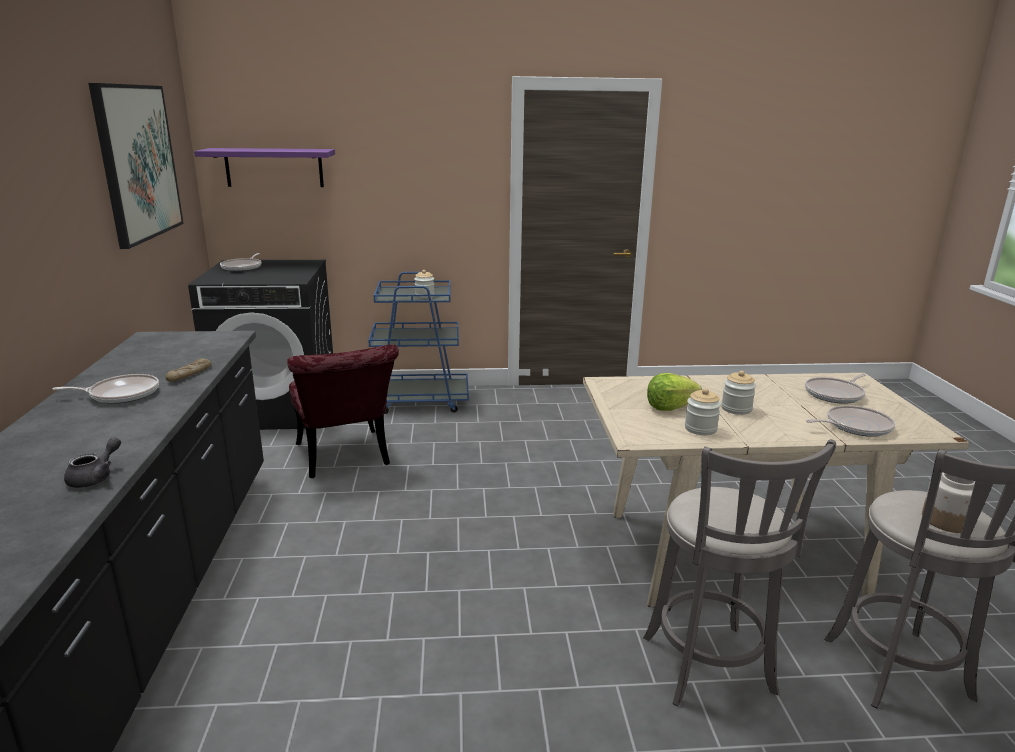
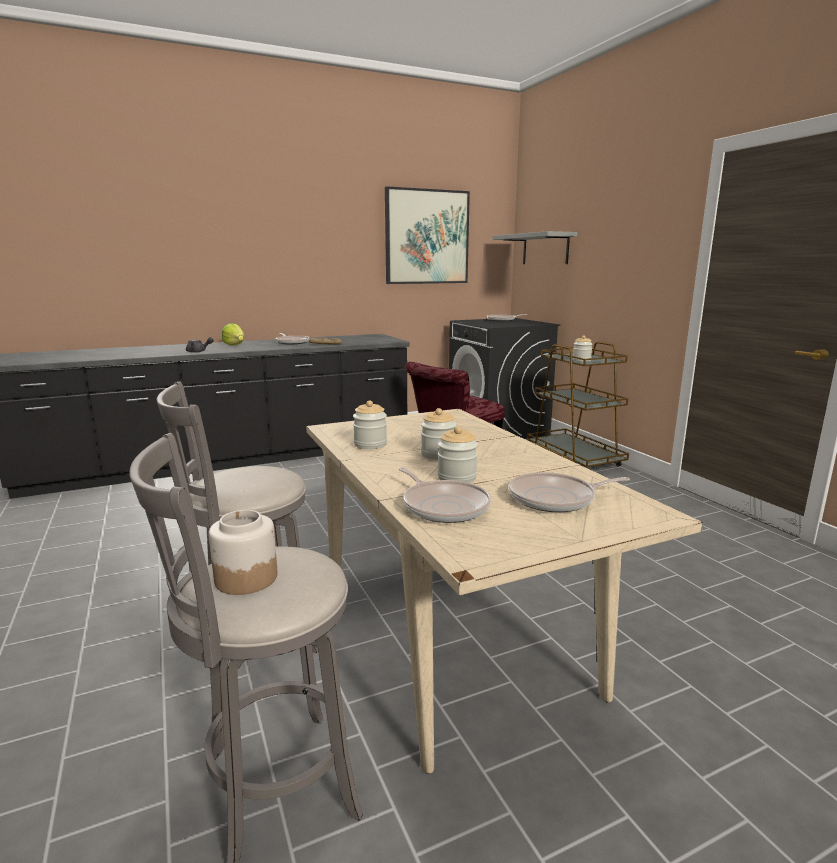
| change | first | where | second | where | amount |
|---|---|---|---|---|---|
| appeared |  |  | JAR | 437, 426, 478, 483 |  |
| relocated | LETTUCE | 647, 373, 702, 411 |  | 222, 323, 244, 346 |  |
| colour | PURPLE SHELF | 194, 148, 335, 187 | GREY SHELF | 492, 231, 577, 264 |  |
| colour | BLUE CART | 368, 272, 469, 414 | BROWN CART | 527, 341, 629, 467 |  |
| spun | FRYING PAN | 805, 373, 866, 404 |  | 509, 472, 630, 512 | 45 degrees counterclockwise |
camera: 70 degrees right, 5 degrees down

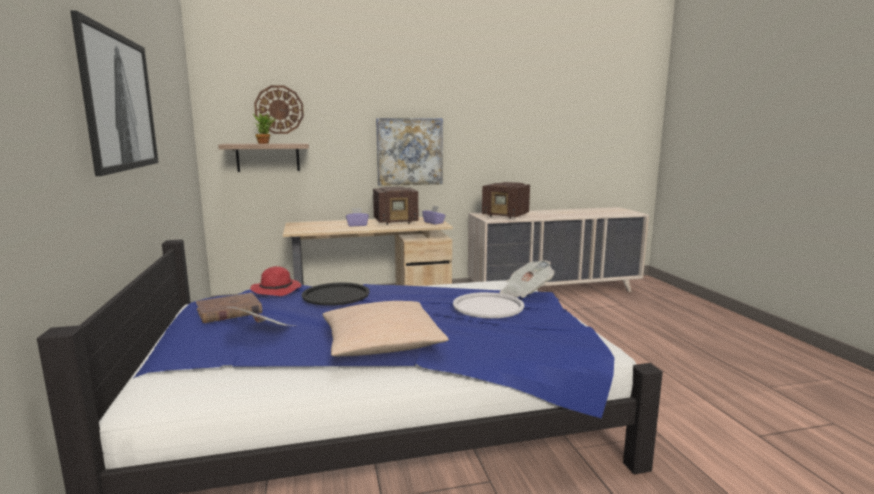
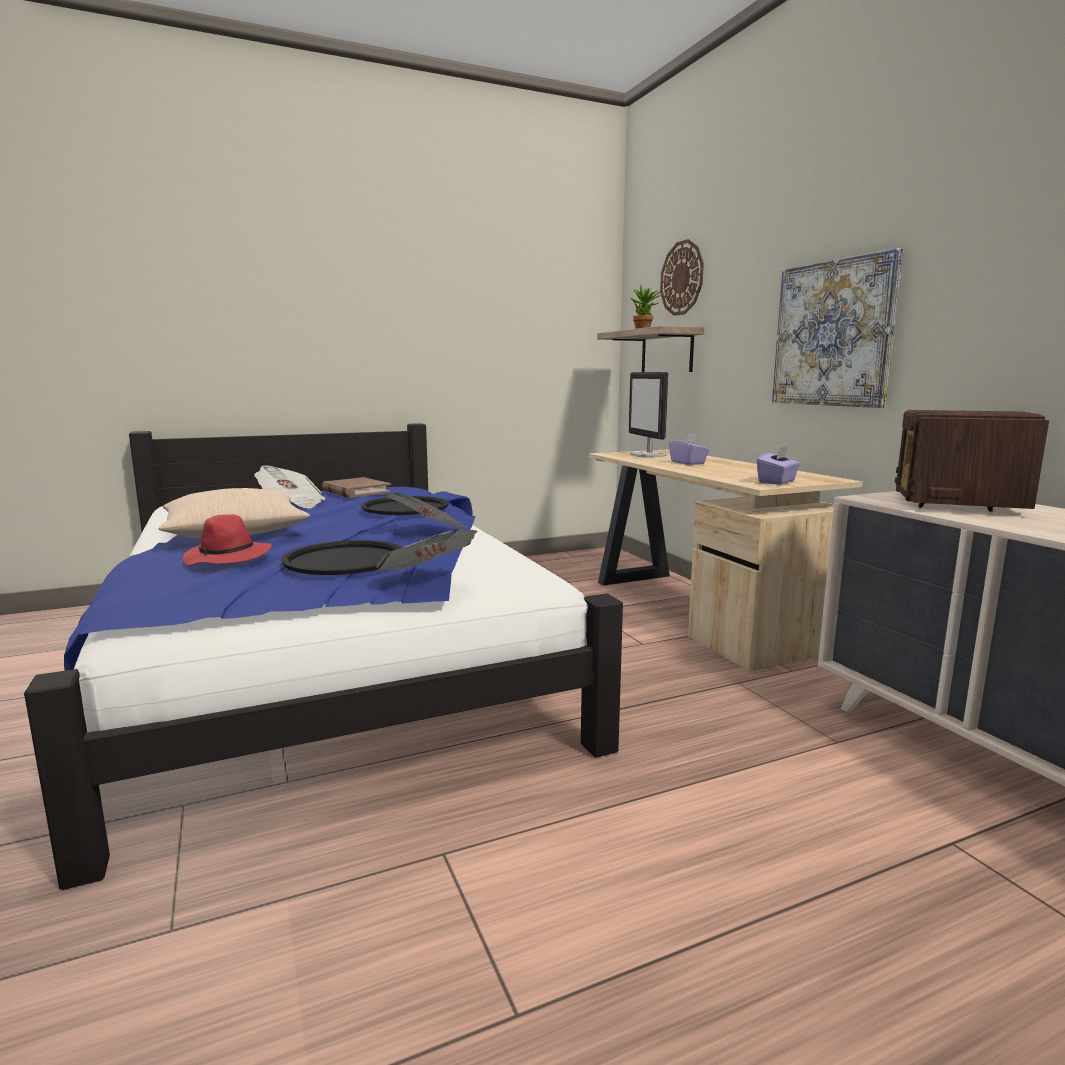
| change | first | where | second | where | amount |
|---|---|---|---|---|---|
| missing | PICTURE | 70, 10, 159, 176 |  |  |  |
| missing | RADIO | 373, 186, 418, 225 |  |  |  |
| appeared |  |  | NEWSPAPER | 387, 493, 468, 527 |  |
| appeared |  |  | MONITOR | 629, 372, 668, 457 |  |
| relocated | RED HAT | 251, 266, 301, 296 |  | 183, 514, 272, 565 |  |
| colour | WHITE TRAY | 453, 292, 524, 318 | BLACK TRAY | 281, 540, 403, 575 |  |
camera: 80 degrees right, 0 degrees up

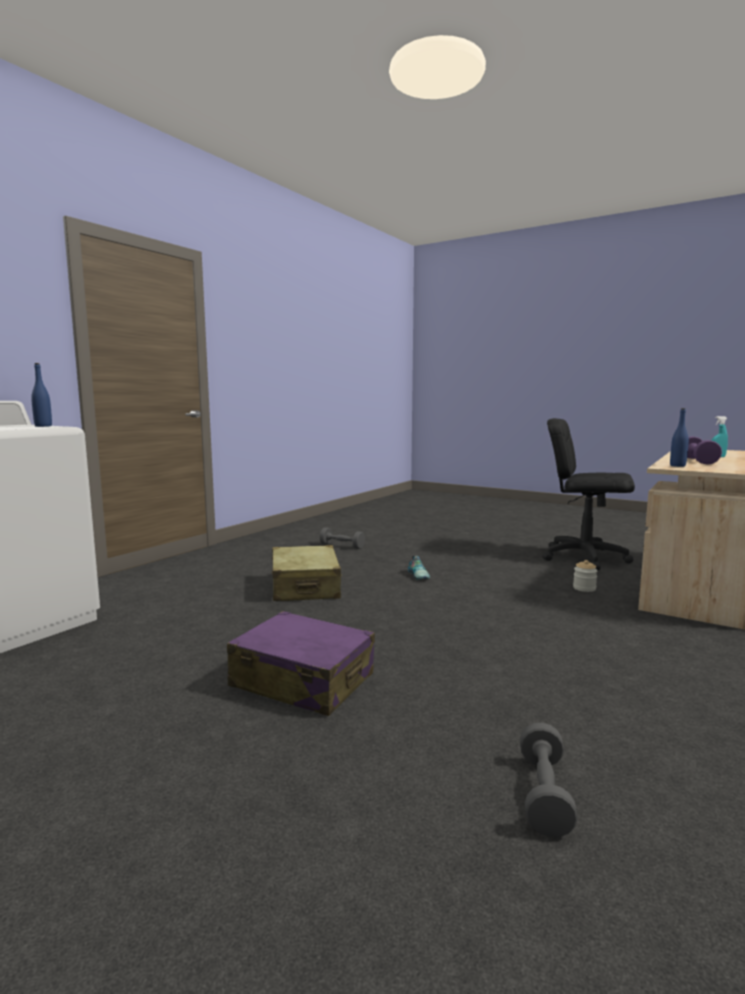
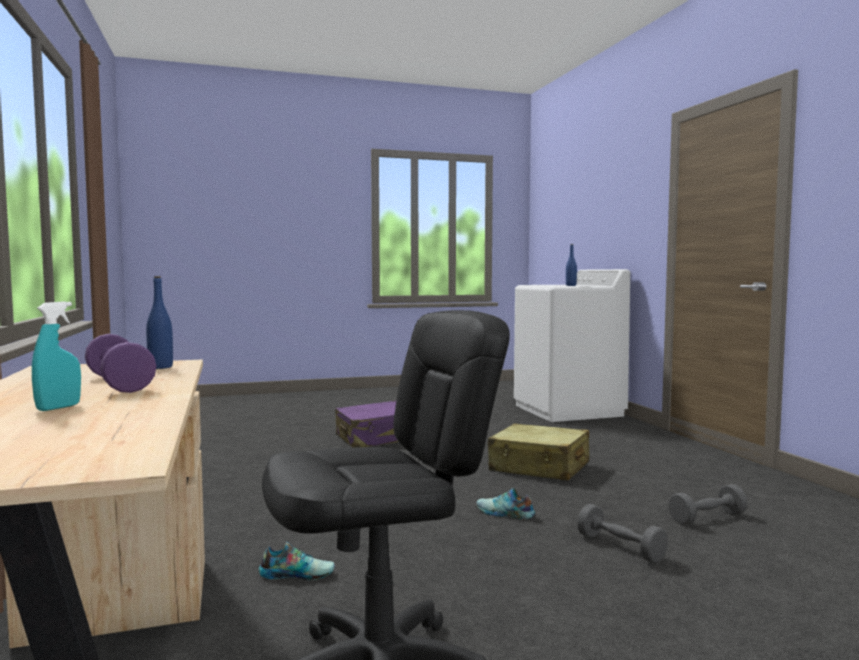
| change | first | where | second | where | amount |
|---|---|---|---|---|---|
| relocated | GREY DUMBBELL | 520, 723, 578, 837 |  | 577, 504, 668, 563 |  |
| exchanged | JAR | 573, 560, 598, 592 | SHOE | 259, 542, 335, 580 |  |
camera: 130 degrees right, 5 degrees down

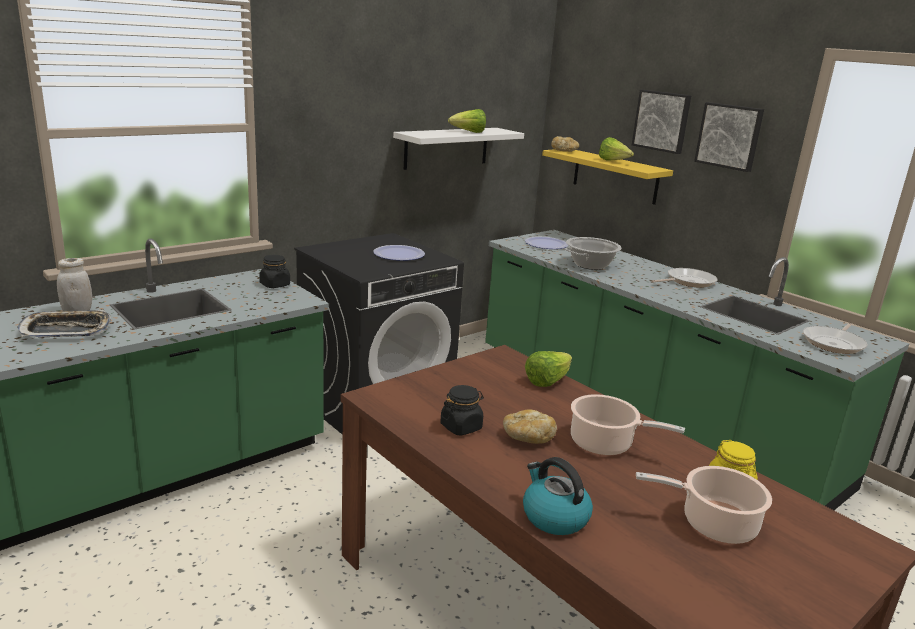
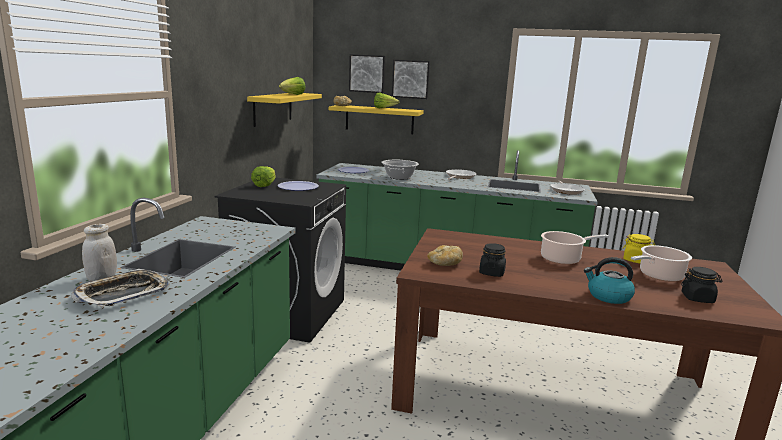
| change | first | where | second | where | amount |
|---|---|---|---|---|---|
| relocated | BLACK JAR | 259, 255, 290, 288 |  | 681, 267, 722, 303 |  |
| relocated | BREAD | 503, 410, 557, 444 |  | 427, 245, 463, 266 |  |
| relocated | LETTUCE | 525, 351, 572, 387 |  | 251, 166, 275, 187 |  |
| relocated | PICTURE | 694, 102, 764, 172 |  | 349, 54, 386, 93 |  |
| colour | WHITE SHELF | 393, 128, 524, 170 | YELLOW SHELF | 247, 93, 322, 127 |  |
camera: 35 degrees left, 5 degrees down

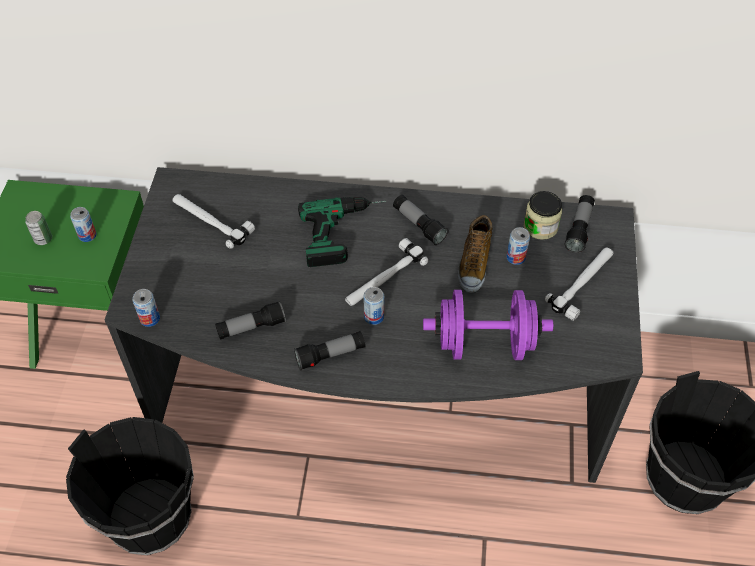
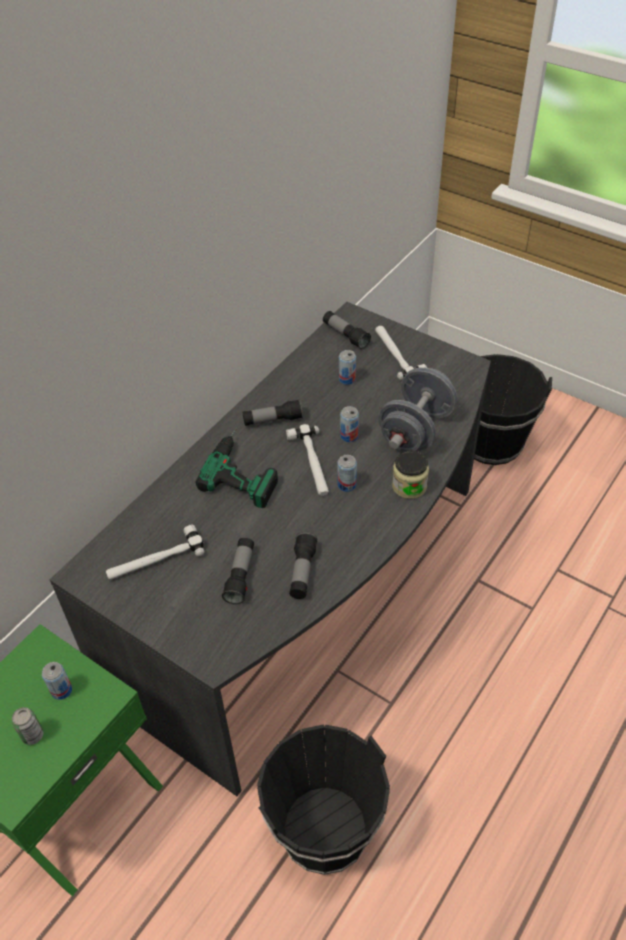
| change | first | where | second | where | amount |
|---|---|---|---|---|---|
| missing | SHOE | 457, 215, 493, 293 |  |  |  |
| relocated | CAN | 132, 289, 160, 327 |  | 340, 406, 359, 442 |  |
| relocated | FLASHLIGHT | 294, 331, 366, 371 |  | 222, 538, 254, 605 |  |
| relocated | JAR | 524, 191, 562, 240 |  | 392, 450, 429, 499 |  |
| colour | PURPLE DUMBBELL | 423, 290, 553, 360 | GREY DUMBBELL | 378, 368, 457, 451 |  |
camera: 60 degrees left, 5 degrees down

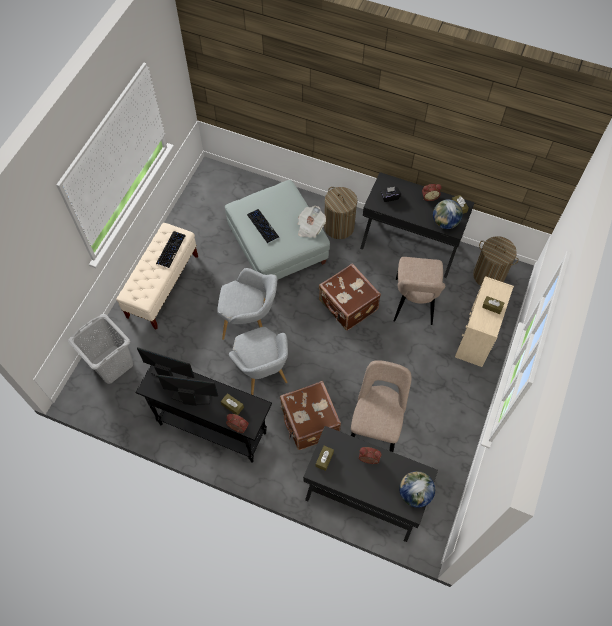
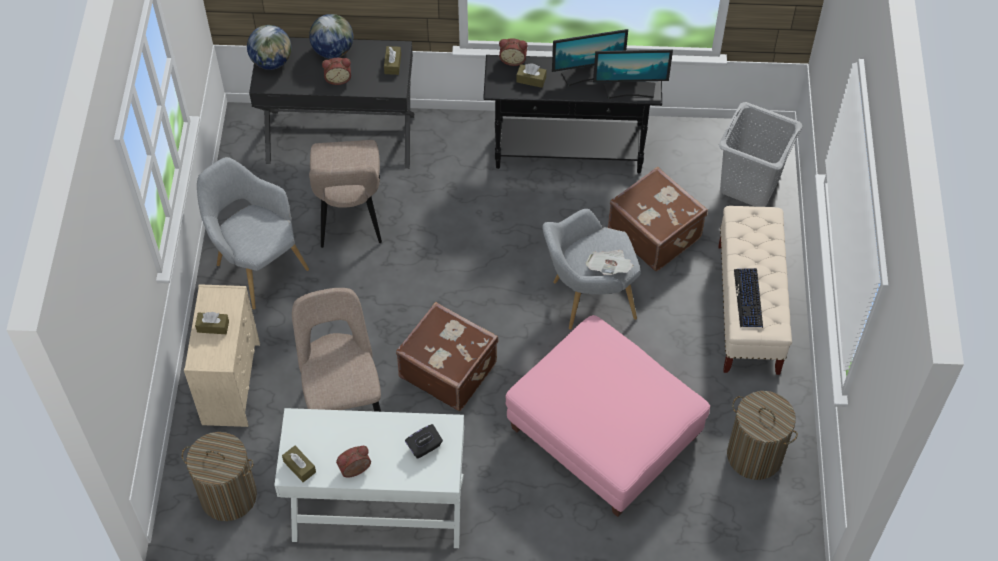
| change | first | where | second | where | amount |
|---|---|---|---|---|---|
| missing | KEYBOARD | 247, 209, 279, 243 |  |  |  |
| relocated | GREY ARMCHAIR | 229, 327, 288, 395 |  | 197, 157, 309, 309 |  |
| relocated | BROWN SUITCASE | 280, 381, 341, 450 |  | 608, 167, 708, 271 |  |
| relocated | NEWSPAPER | 298, 206, 326, 238 |  | 586, 250, 634, 275 |  |
| relocated | LAUNDRY BASKET | 324, 187, 357, 239 |  | 727, 391, 798, 480 |  |
| relocated | GLOBE | 433, 200, 463, 229 |  | 309, 14, 353, 59 |  |
| colour | GREY OTTOMAN | 225, 180, 330, 280 | PINK OTTOMAN | 505, 315, 710, 517 |  |
| colour | BLACK DESK | 360, 172, 475, 278 | WHITE DESK | 274, 408, 464, 548 |  |
camera: 160 degrees right, 5 degrees down

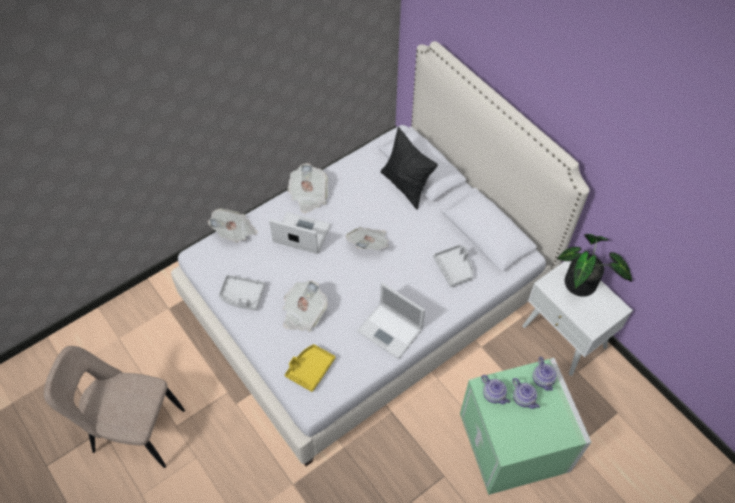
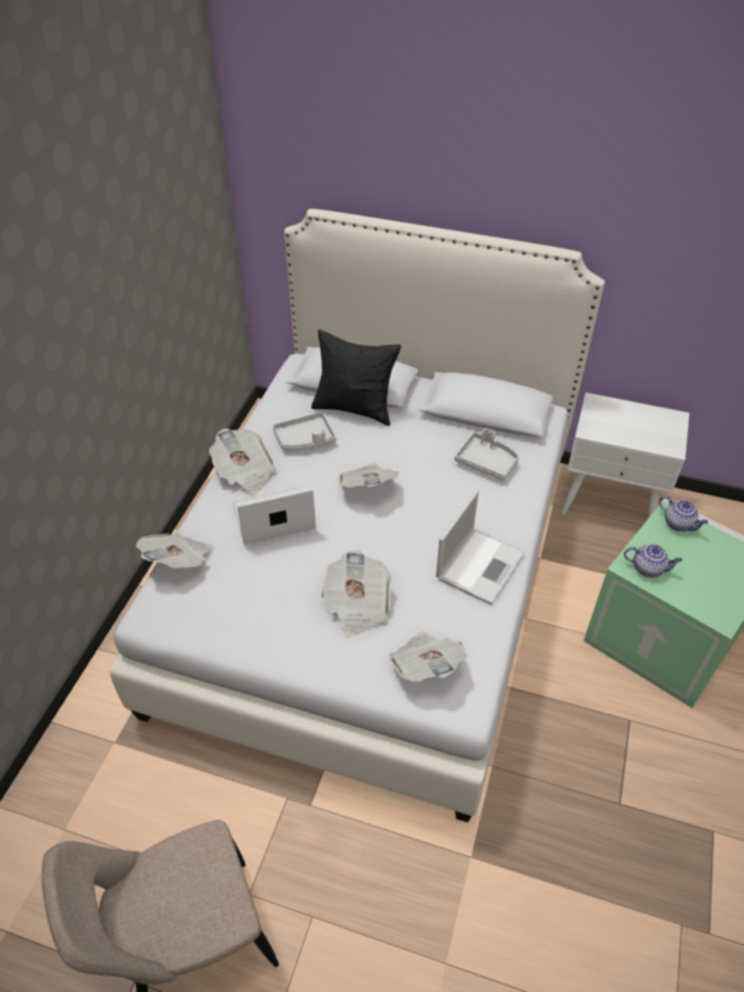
| change | first | where | second | where | amount |
|---|---|---|---|---|---|
| missing | TEAPOT | 512, 378, 540, 409 |  |  |  |
| missing | POTTED PLANT | 557, 234, 632, 297 |  |  |  |
| relocated | GREY TRAY | 219, 275, 265, 311 |  | 272, 412, 336, 451 |  |
| exchanged | YELLOW TRAY | 285, 344, 335, 392 | NEWSPAPER | 389, 632, 468, 682 |  |
| spun | LAPTOP | 357, 283, 425, 359 |  | 436, 490, 525, 605 | 60 degrees counterclockwise |
camera: 35 degrees left, 10 degrees down

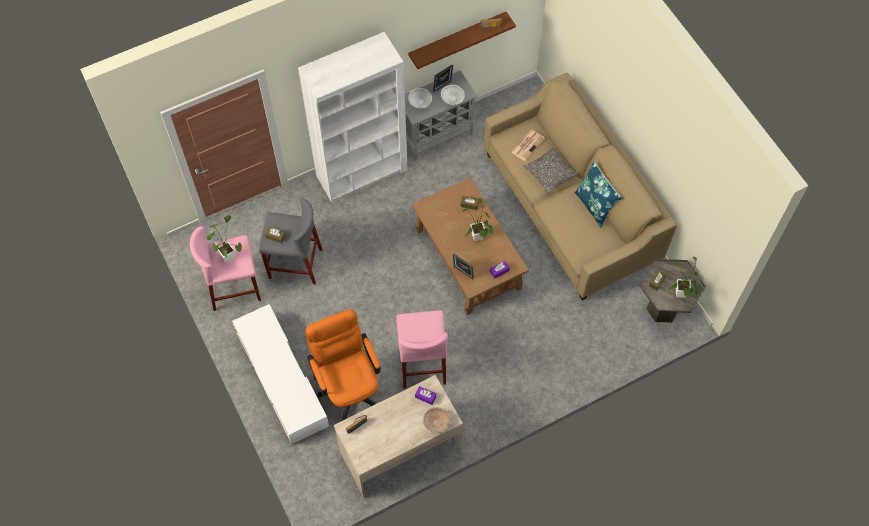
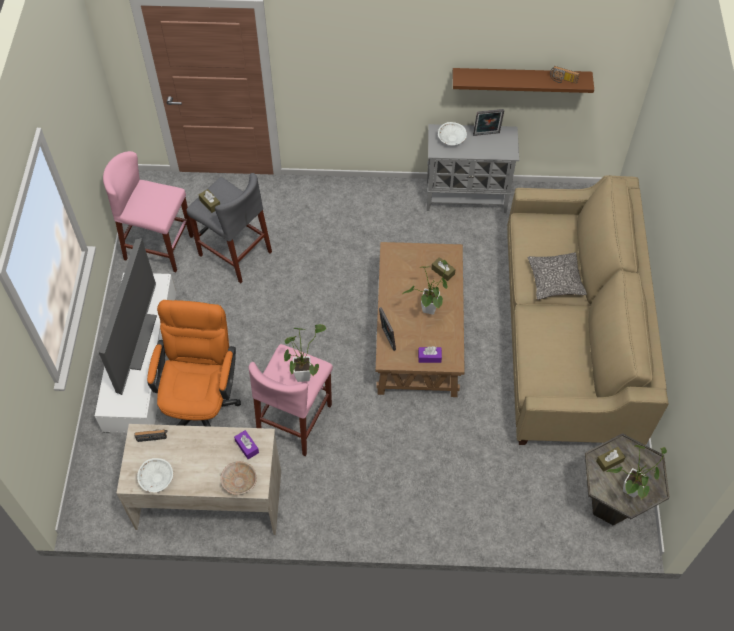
| change | first | where | second | where | amount |
|---|---|---|---|---|---|
| missing | WHITE BOOKCASE | 298, 32, 408, 203 |  |  |  |
| missing | NEWSPAPER | 511, 130, 545, 161 |  |  |  |
| missing | BLUE PILLOW | 574, 161, 622, 228 |  |  |  |
| appeared |  |  | TELEVISION | 99, 238, 157, 395 |  |
| relocated | POTTED PLANT | 207, 215, 242, 263 |  | 284, 324, 326, 382 |  |
| relocated | WHITE BOWL | 441, 85, 465, 105 |  | 137, 458, 173, 493 |  |
camera: 30 degrees right, 5 degrees down

